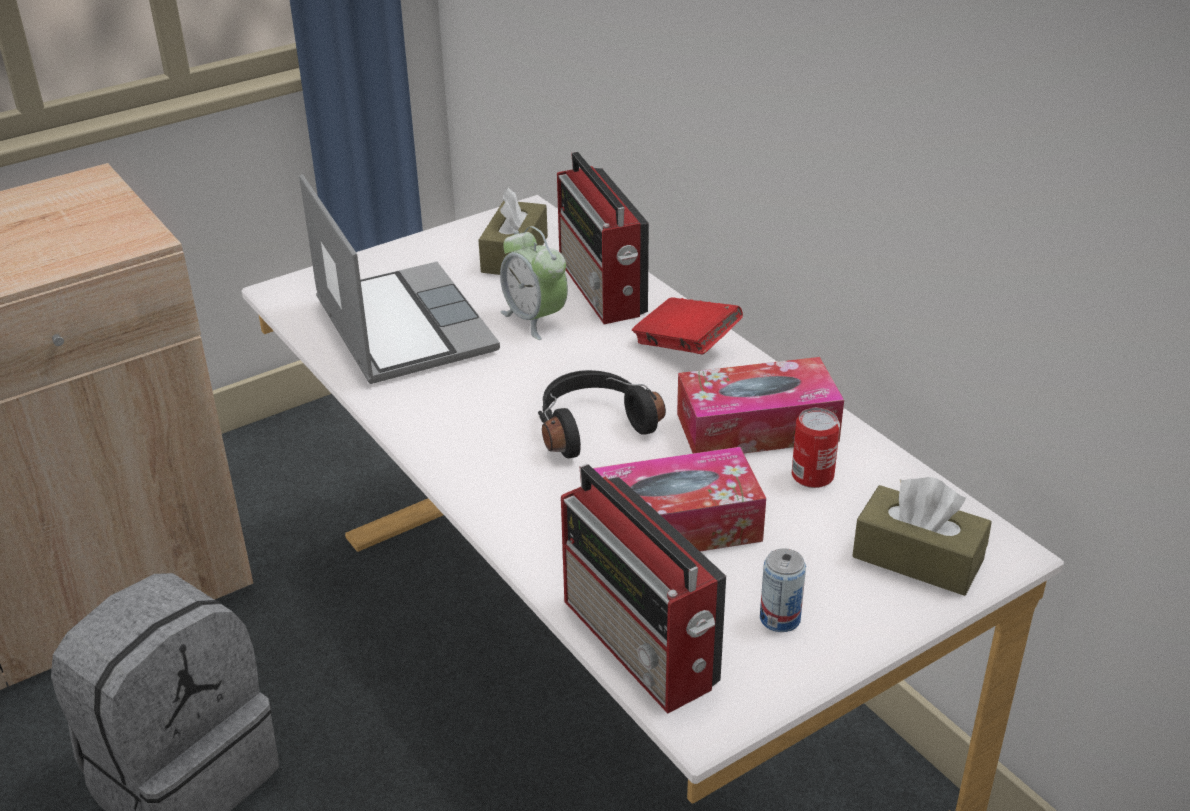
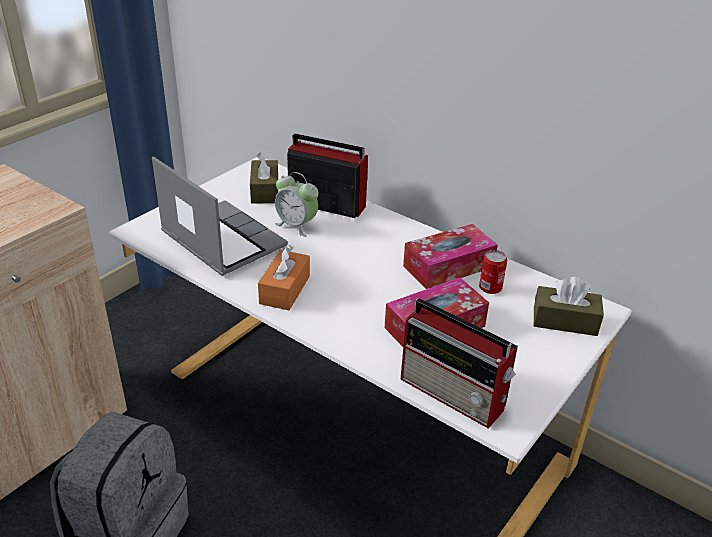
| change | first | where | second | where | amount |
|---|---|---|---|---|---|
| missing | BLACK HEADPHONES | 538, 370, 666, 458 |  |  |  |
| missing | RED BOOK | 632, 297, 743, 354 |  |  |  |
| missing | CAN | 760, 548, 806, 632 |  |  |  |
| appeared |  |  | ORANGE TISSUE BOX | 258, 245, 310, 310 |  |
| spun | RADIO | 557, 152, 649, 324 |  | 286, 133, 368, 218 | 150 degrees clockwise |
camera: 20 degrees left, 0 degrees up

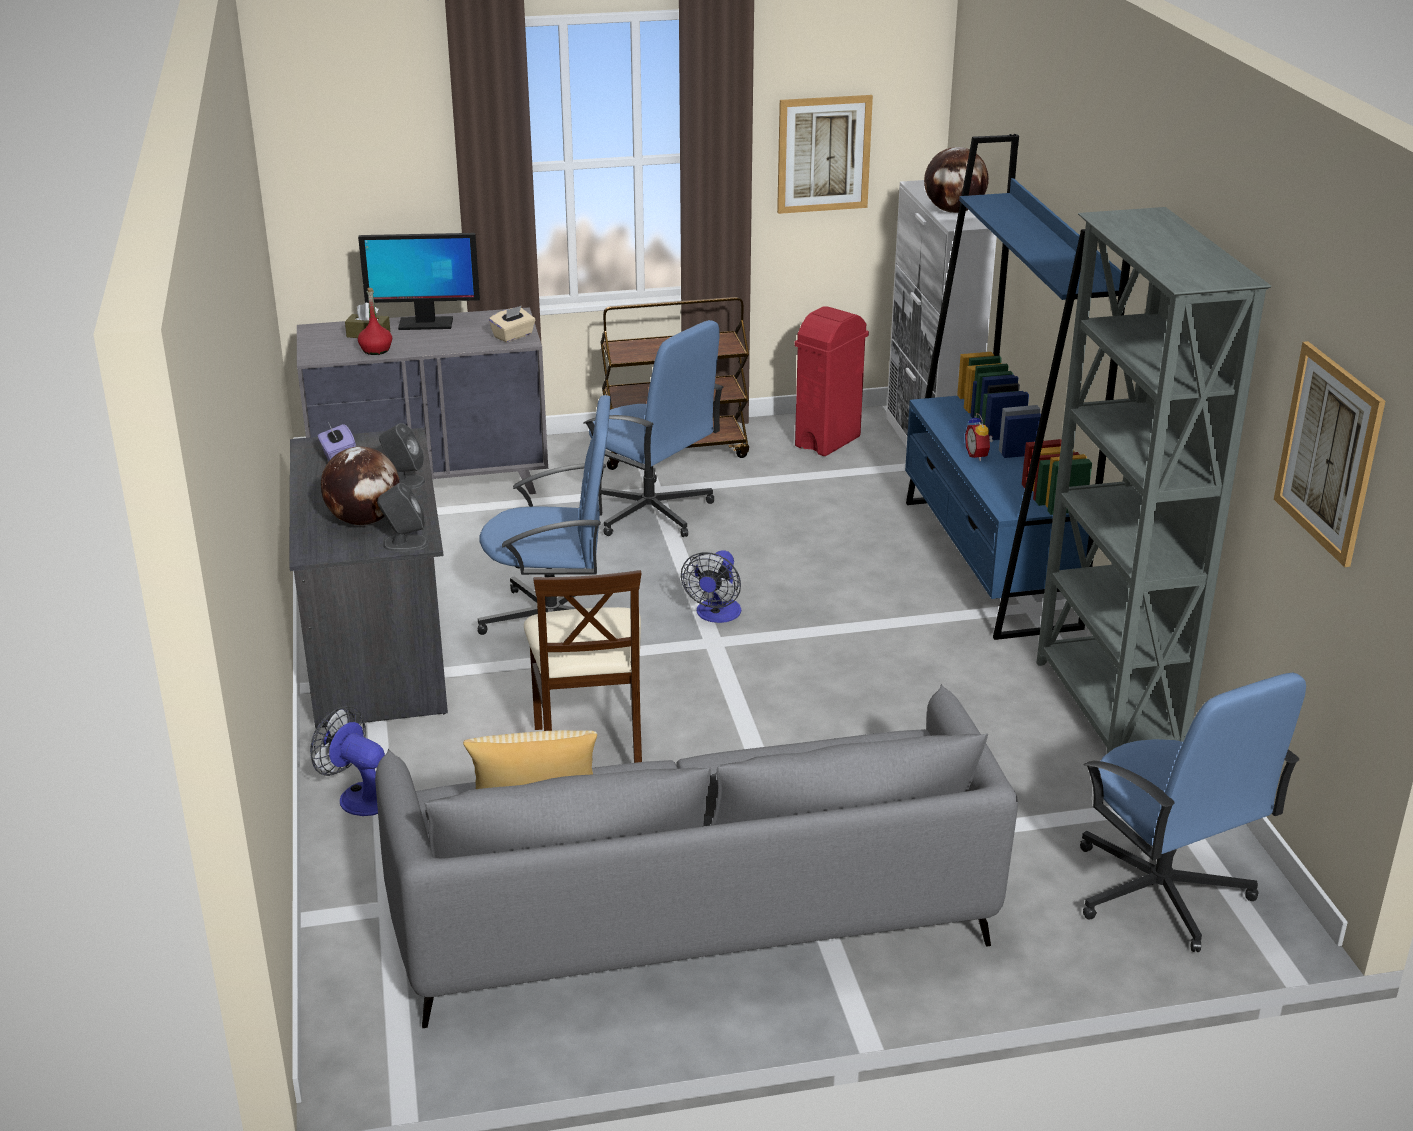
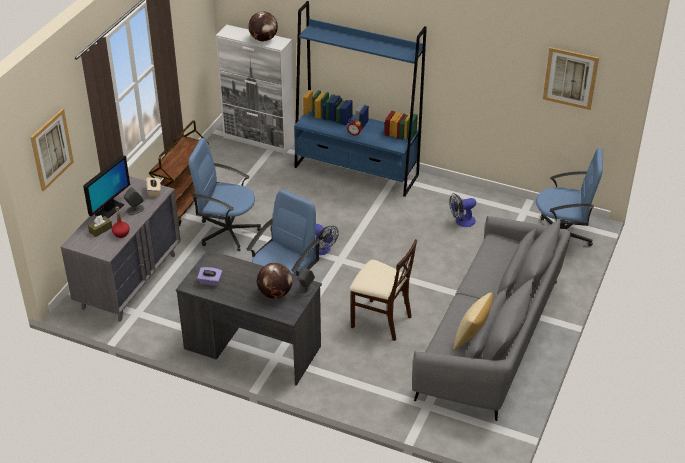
| change | first | where | second | where | amount |
|---|---|---|---|---|---|
| missing | RED TRASH CAN | 794, 307, 869, 456 |  |  |  |
| missing | GREY BOOKCASE | 1036, 207, 1271, 754 |  |  |  |
| relocated | FAN | 310, 706, 385, 816 |  | 449, 193, 476, 227 |  |
| relocated | GREY SPEAKER | 379, 423, 425, 489 |  | 124, 187, 144, 215 |  |
| relocated | PICTURE | 777, 95, 873, 214 |  | 30, 109, 74, 191 |  |
| spun | BLUE OFFICE CHAIR | 584, 320, 724, 537 |  | 189, 138, 261, 251 | 150 degrees counterclockwise |
camera: 55 degrees left, 10 degrees up

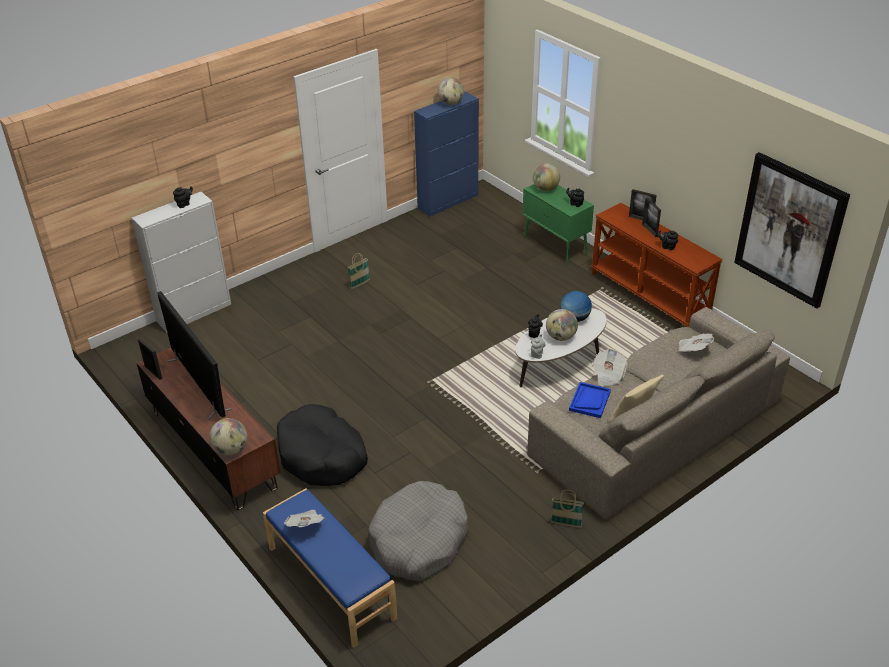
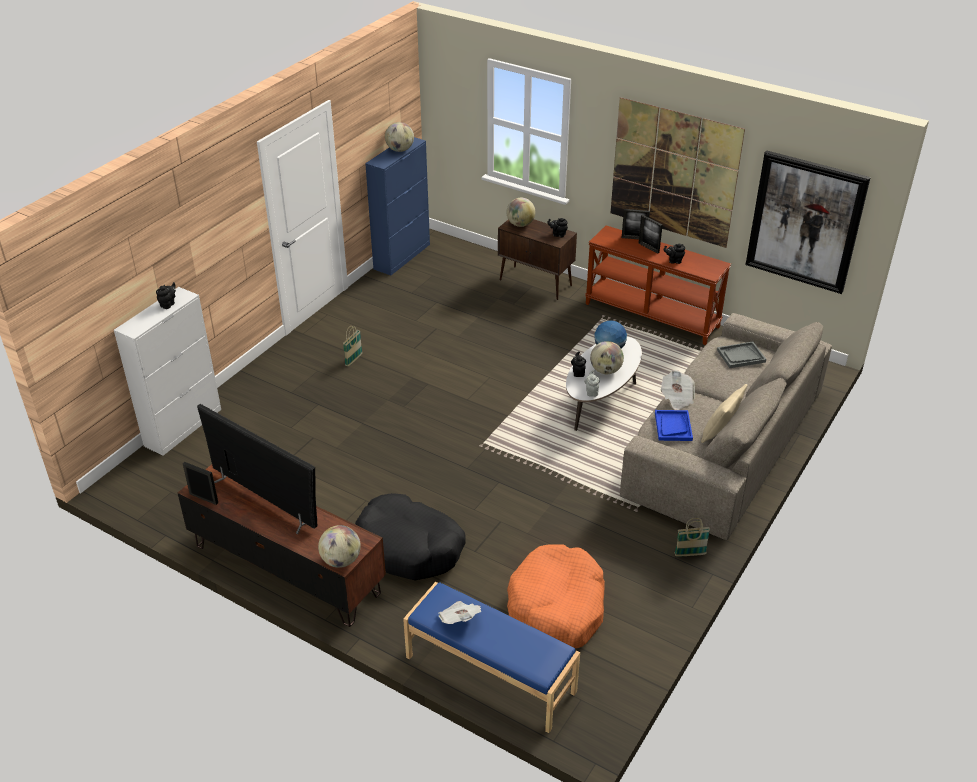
| change | first | where | second | where | amount |
|---|---|---|---|---|---|
| appeared |  |  | PICTURE | 611, 97, 745, 248 |  |
| exchanged | NEWSPAPER | 678, 334, 714, 352 | GREY TRAY | 717, 342, 766, 368 |  |
| colour | GREY DOG BED | 368, 481, 469, 581 | ORANGE DOG BED | 507, 544, 605, 649 |  |
| colour | GREEN CABINET | 522, 184, 594, 265 | BROWN CABINET | 498, 220, 577, 300 |  |
camera: 20 degrees left, 0 degrees up

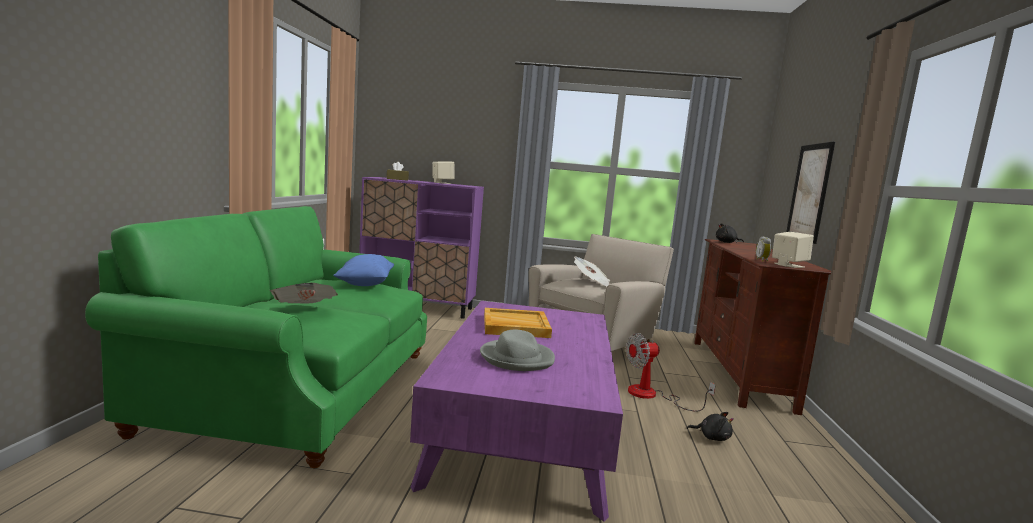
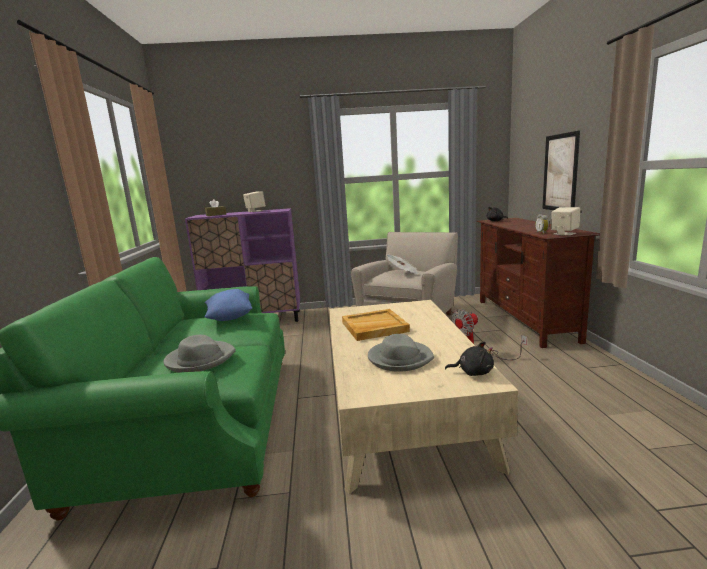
| change | first | where | second | where | amount |
|---|---|---|---|---|---|
| relocated | BLACK PLUSH TOY | 687, 412, 734, 441 |  | 445, 342, 494, 376 |  |
| exchanged | NEWSPAPER | 270, 283, 338, 304 | GREY HAT | 163, 335, 236, 373 |  |
| colour | PURPLE COFFEE TABLE | 410, 301, 623, 522 | BEIGE COFFEE TABLE | 329, 300, 518, 495 |  |
camera: 10 degrees left, 5 degrees up

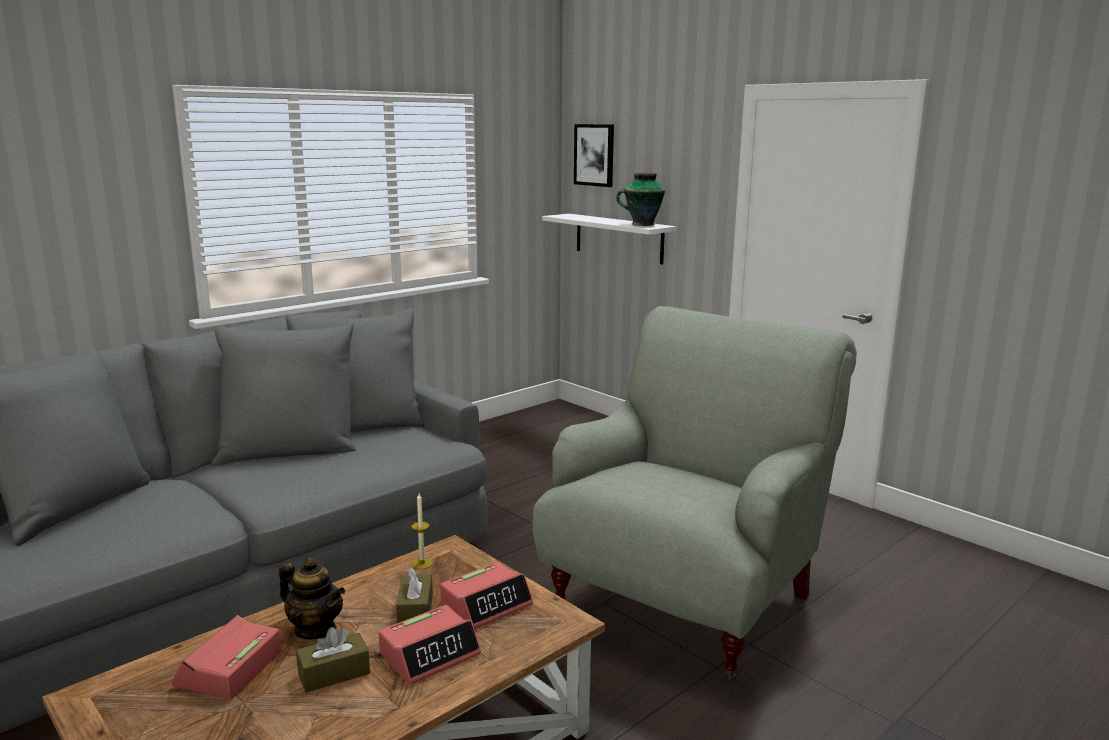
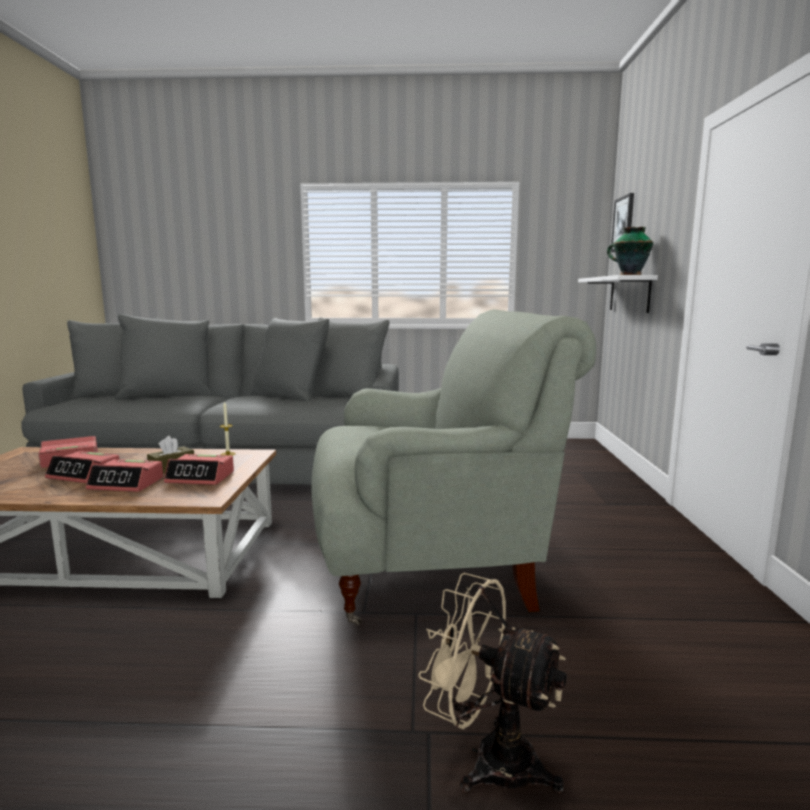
| change | first | where | second | where | amount |
|---|---|---|---|---|---|
| missing | TEAPOT | 279, 558, 345, 639 |  |  |  |
| appeared |  |  | BEIGE FAN | 418, 573, 567, 794 |  |
| exchanged | BROWN TISSUE BOX | 296, 627, 370, 693 | ALARM CLOCK | 45, 451, 120, 483 |  |
camera: 45 degrees right, 5 degrees down

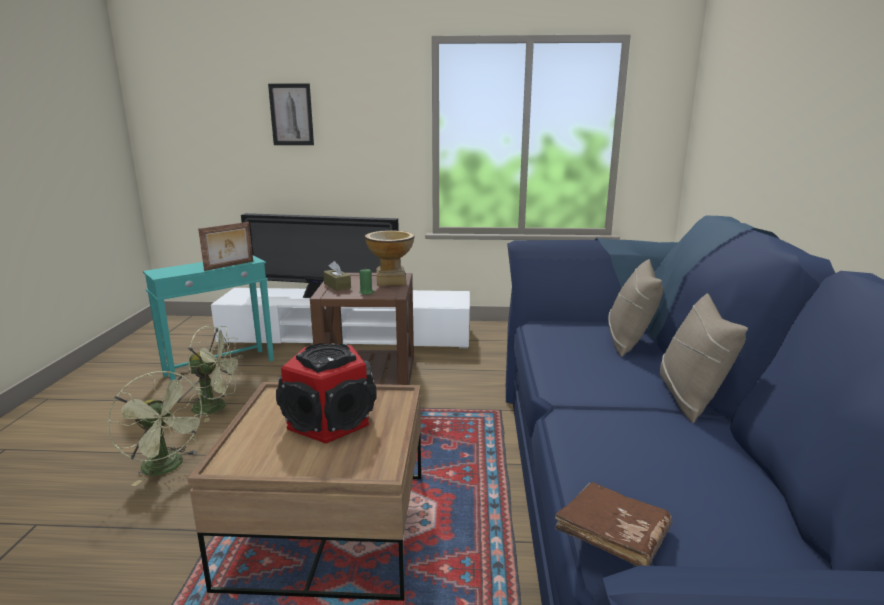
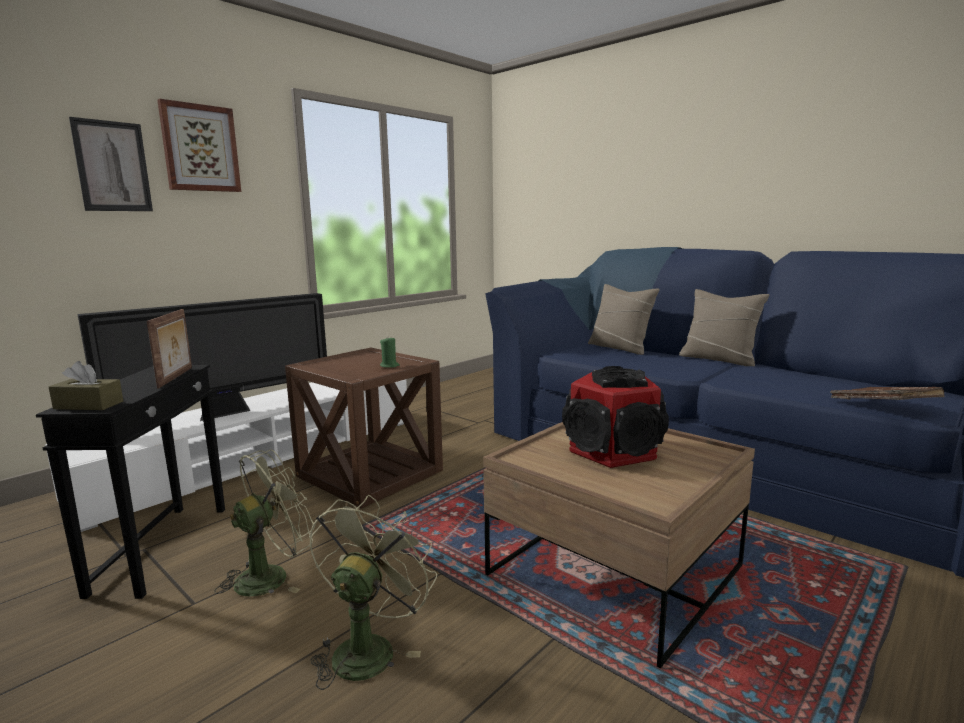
| change | first | where | second | where | amount |
|---|---|---|---|---|---|
| missing | VASE | 365, 230, 414, 286 |  |  |  |
| appeared |  |  | PICTURE | 157, 99, 241, 192 |  |
| relocated | BROWN TISSUE BOX | 323, 261, 351, 291 |  | 49, 361, 123, 410 |  |
| colour | TURQUOISE SIDE TABLE | 143, 256, 274, 380 | BLACK SIDE TABLE | 36, 365, 225, 599 |  |
| spun | GREEN FAN | 107, 371, 208, 486 |  | 309, 495, 437, 690 | 60 degrees counterclockwise |
camera: 50 degrees left, 5 degrees down

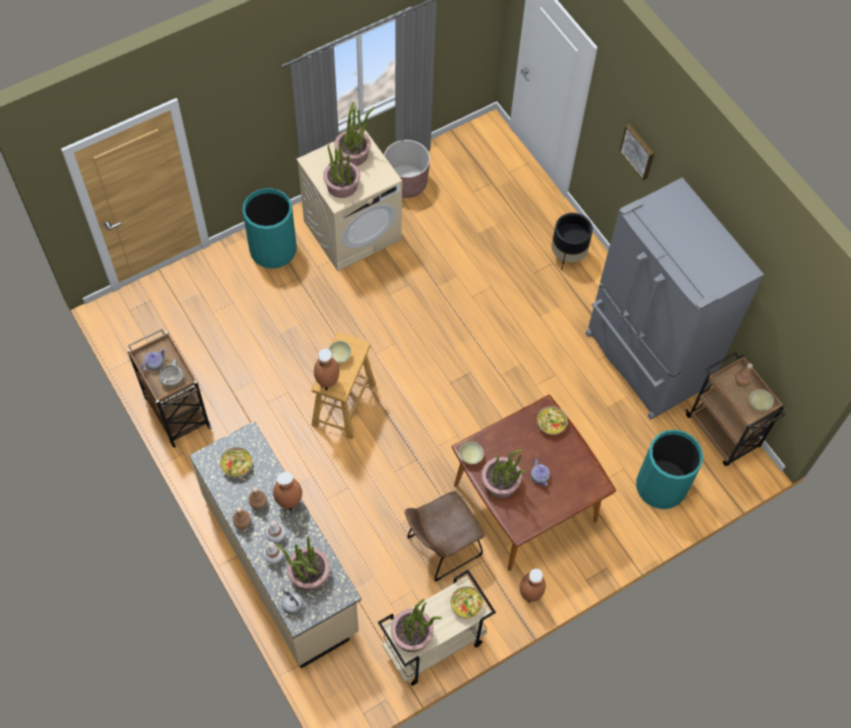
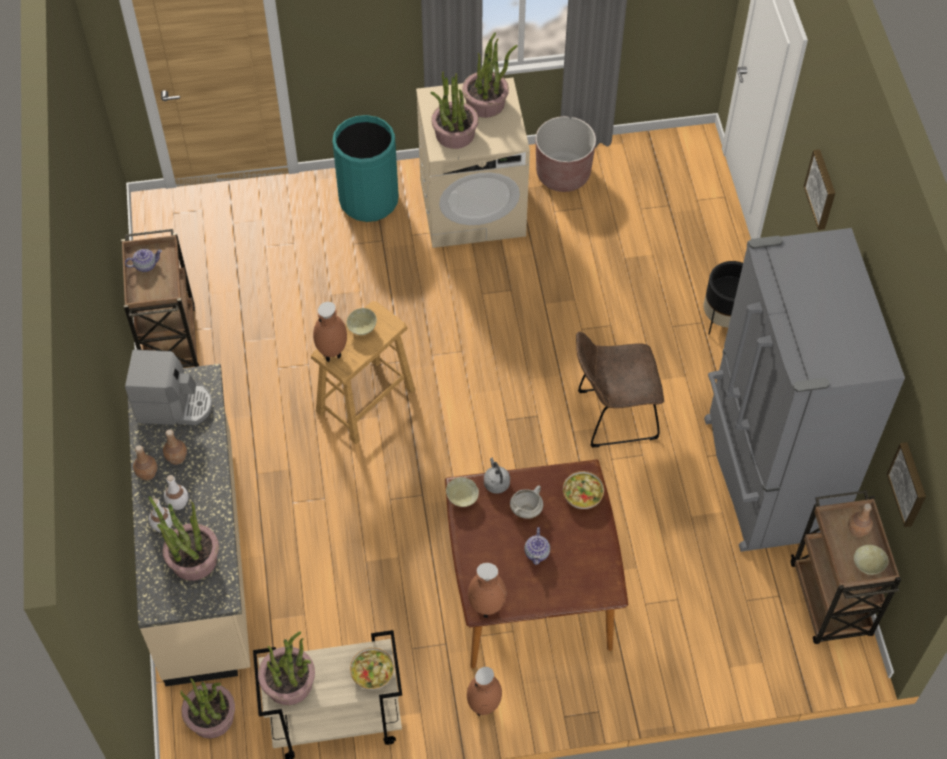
| change | first | where | second | where | amount |
|---|---|---|---|---|---|
| missing | TURQUOISE TRASH CAN | 636, 430, 703, 509 |  |  |  |
| appeared |  |  | PICTURE | 887, 442, 926, 527 |  |
| relocated | WHITE COOKING POT | 158, 360, 183, 386 |  | 510, 485, 543, 519 |  |
| relocated | BROWN VASE | 273, 472, 302, 510 |  | 468, 563, 507, 618 |  |
| relocated | GREY KETTLE | 281, 587, 304, 615 |  | 484, 458, 510, 494 |  |
| relocated | BROWN CHAIR | 405, 491, 485, 581 |  | 576, 331, 664, 448 |  |
| relocated | POTTED PLANT | 481, 449, 526, 498 |  | 180, 678, 235, 739 |  |
| exchanged | BOWL | 220, 447, 252, 477 | COFFEE MACHINE | 125, 349, 212, 425 |  |
camera: 25 degrees right, 5 degrees down

